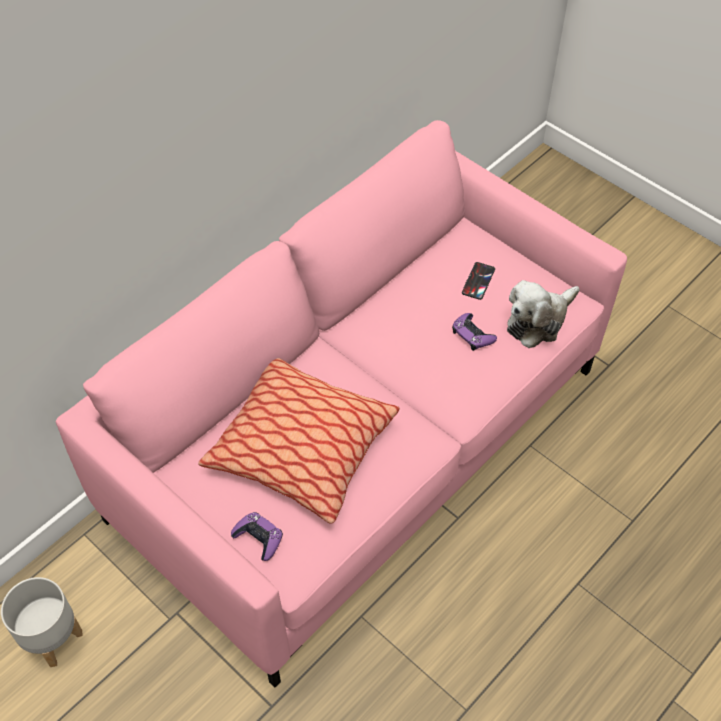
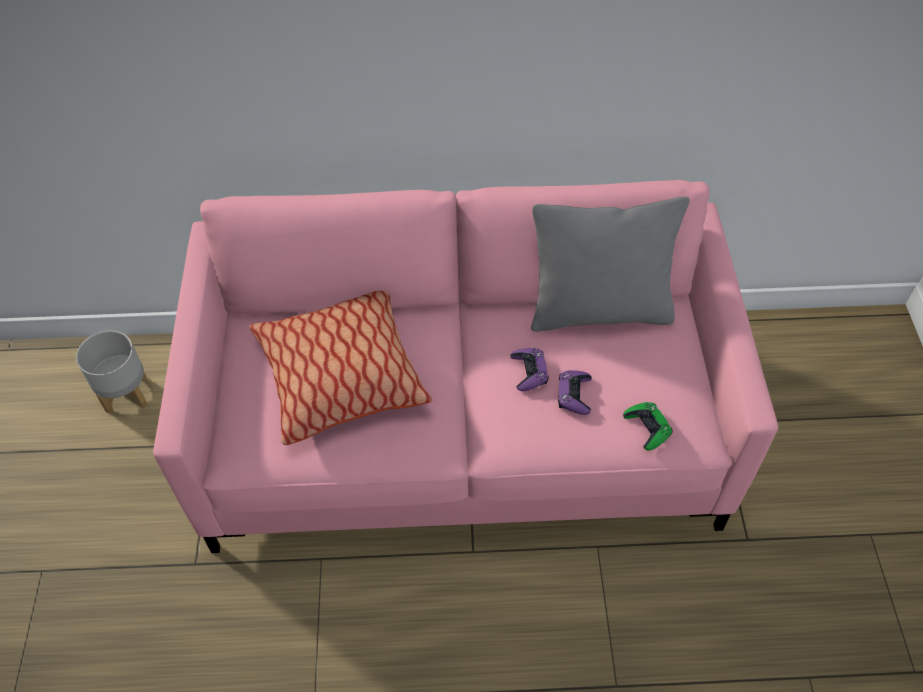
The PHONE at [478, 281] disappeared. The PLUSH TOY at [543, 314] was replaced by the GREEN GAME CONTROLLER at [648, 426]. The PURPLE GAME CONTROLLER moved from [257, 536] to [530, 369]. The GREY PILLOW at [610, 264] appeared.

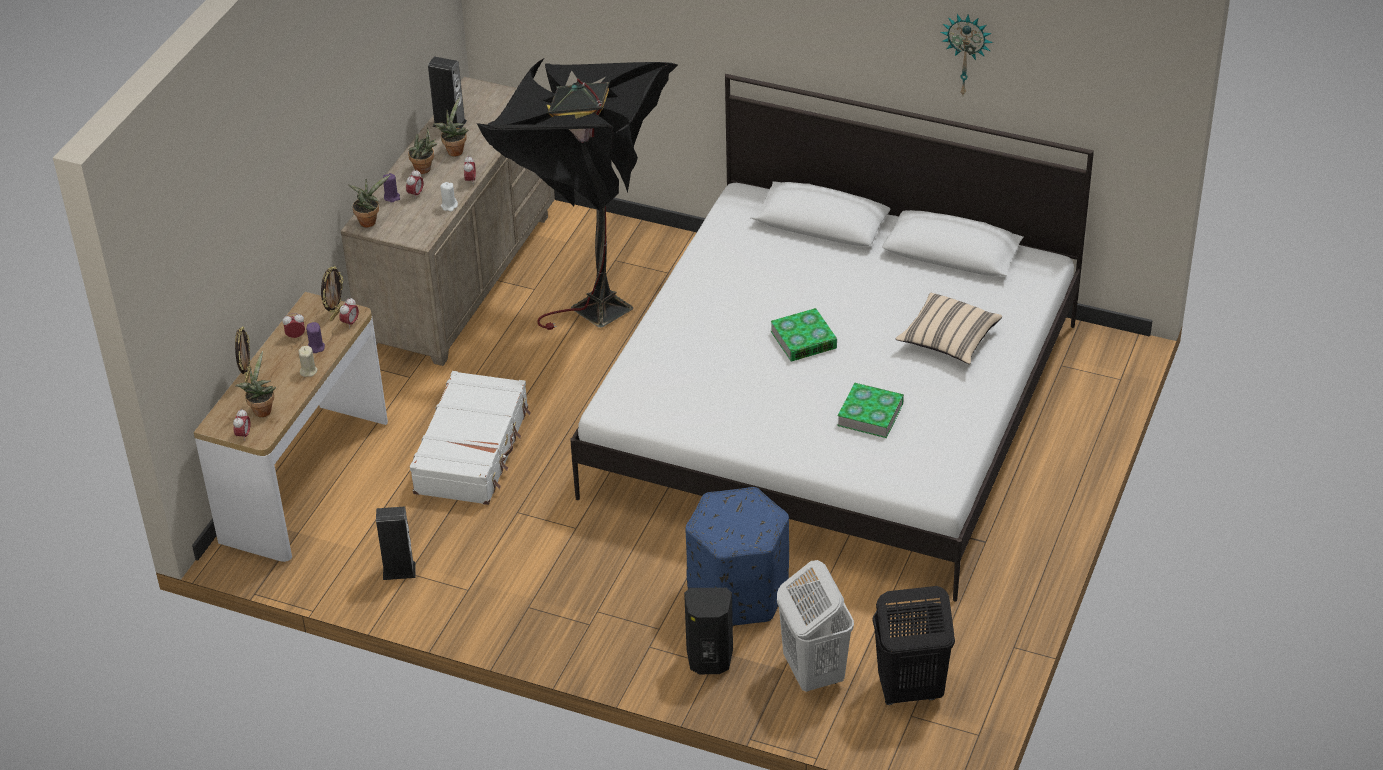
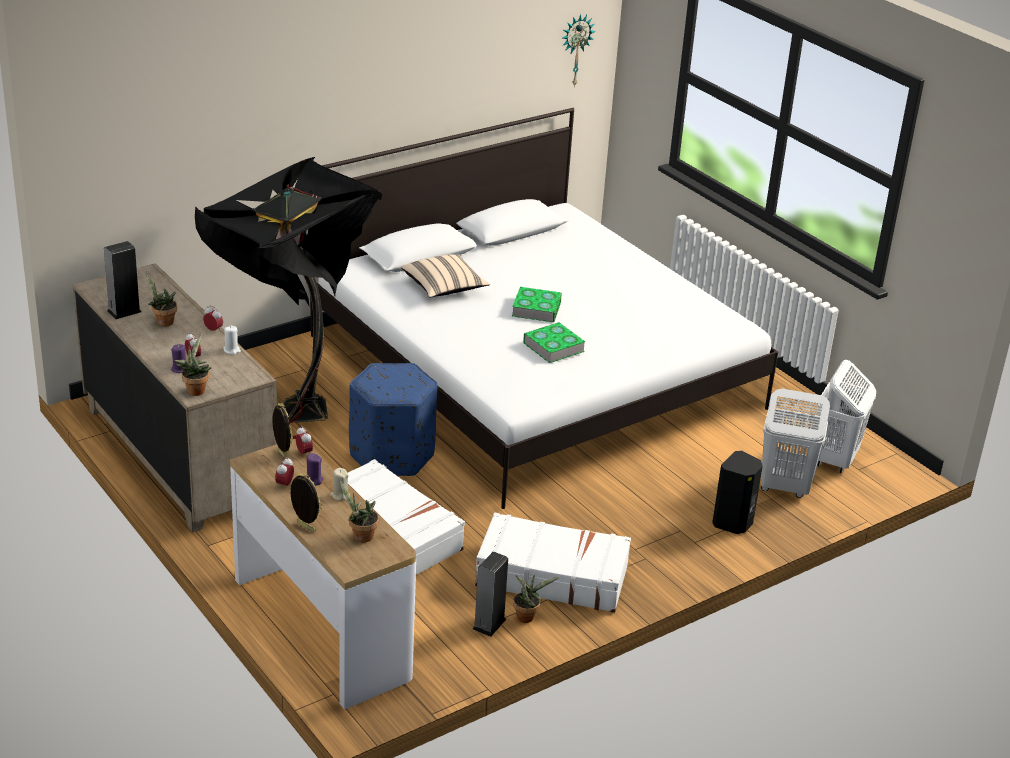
The WALL CLOCK moved from [966, 54] to [579, 50]. The POTTED PLANT moved from [422, 150] to [536, 598]. The BEIGE PILLOW moved from [949, 328] to [445, 276]. The BOOK moved from [870, 410] to [554, 342]. The ALARM CLOCK at [241, 424] disappeared. The BLUE OTTOMAN moved from [737, 556] to [393, 419]. The BLACK LAUNDRY BASKET at [913, 645] became the WHITE LAUNDRY BASKET at [846, 416]. The WHITE SUITCASE at [553, 563] appeared.

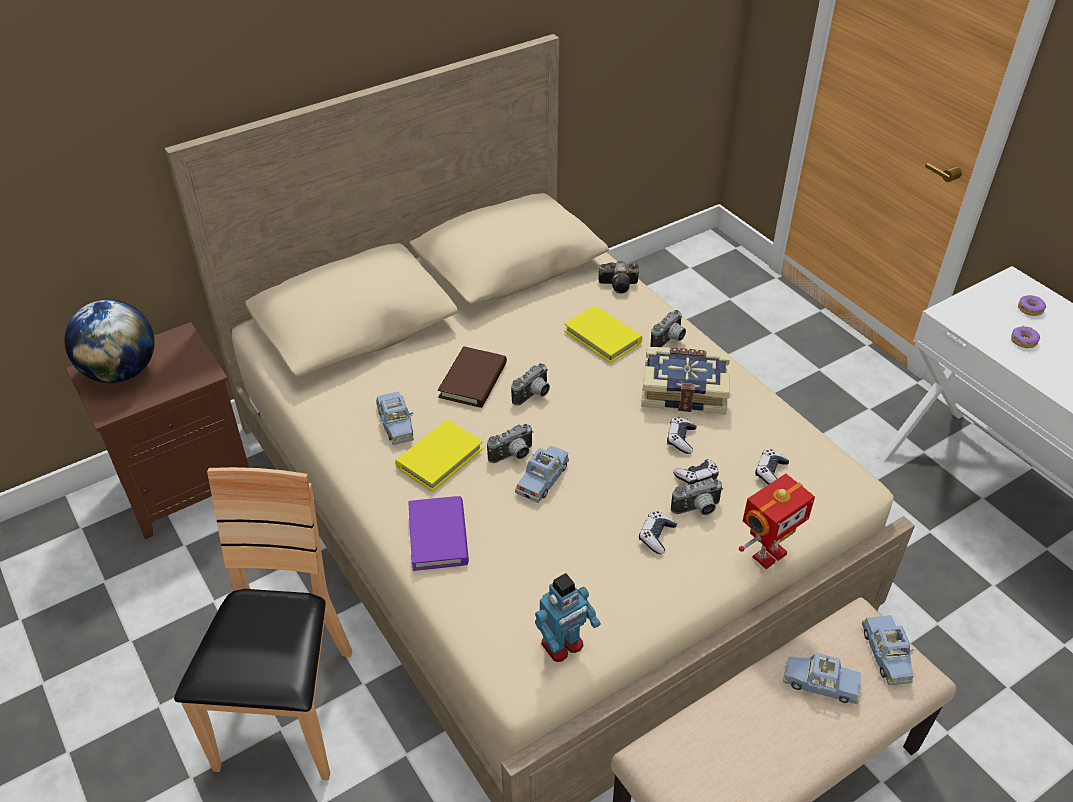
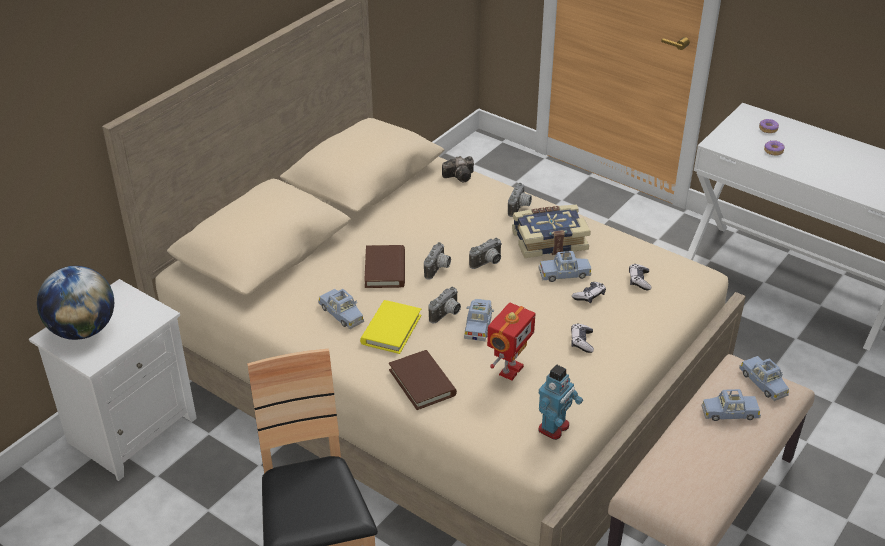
The YELLOW BOOK at [603, 334] disappeared. The BROWN NIGHTSTAND at [157, 431] became the WHITE NIGHTSTAND at [113, 380]. The GAME CONTROLLER at [682, 435] was replaced by the BLUE TOY CAR at [565, 266]. The TOY ROBOT moved from [777, 521] to [511, 341]. The PHOTO CAMERA moved from [697, 497] to [485, 253]. The PURPLE BOOK at [438, 533] became the BROWN BOOK at [423, 380].

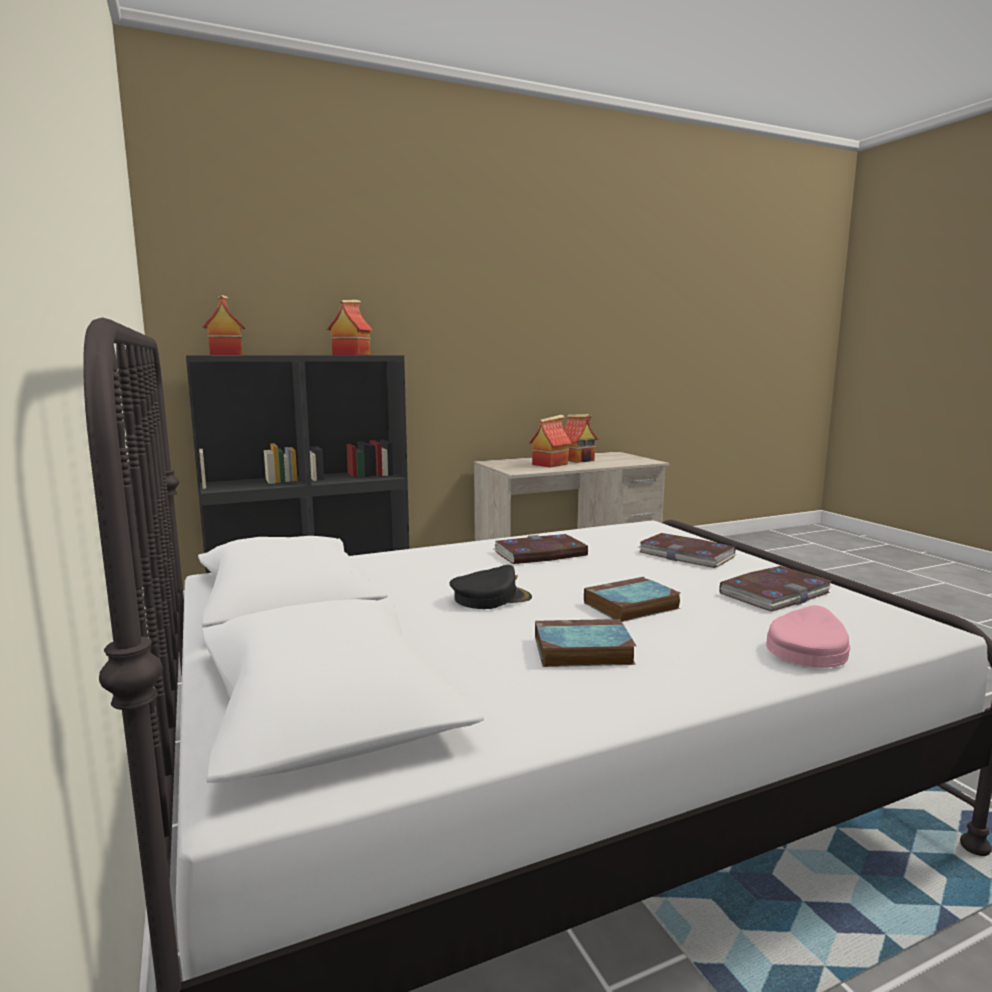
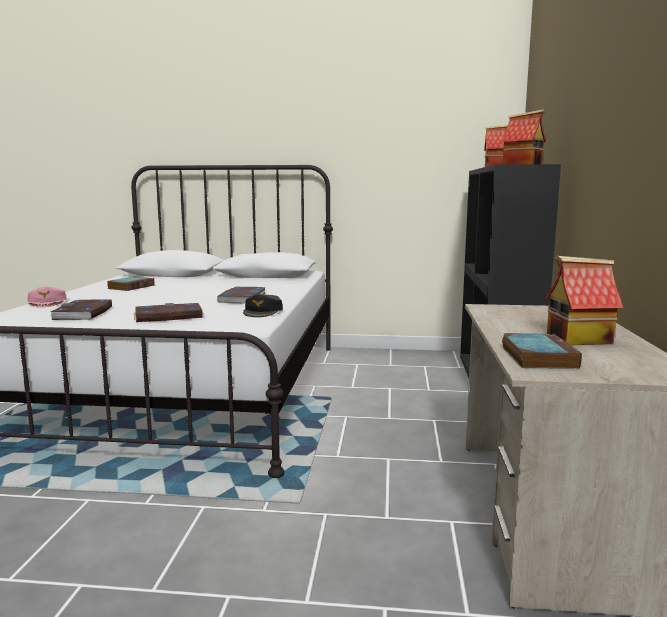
The TOY HOUSE at [550, 441] disappeared. The BLACK CAP moved from [490, 587] to [263, 306]. The BOOK moved from [632, 599] to [542, 351].

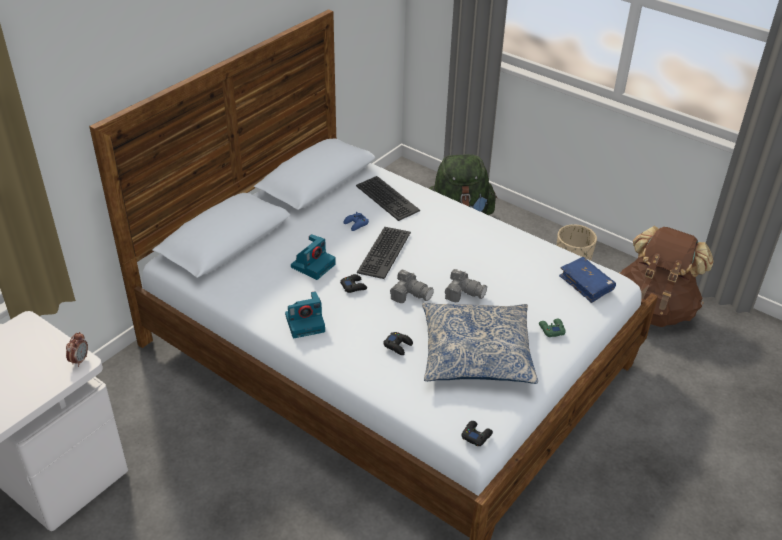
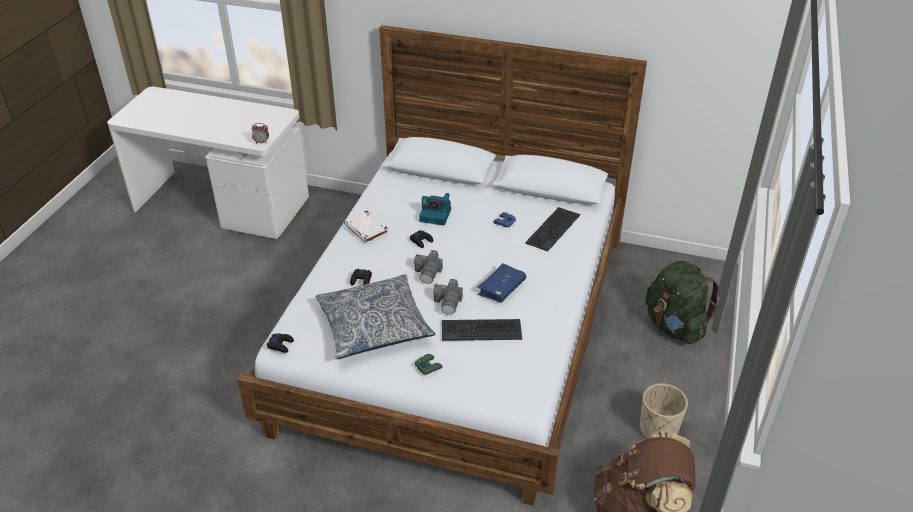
The KEYBOARD moved from [384, 253] to [482, 330]. The BLUE BOOK moved from [587, 280] to [501, 283]. The PHOTO CAMERA at [305, 315] was replaced by the WHITE BOOK at [366, 227].

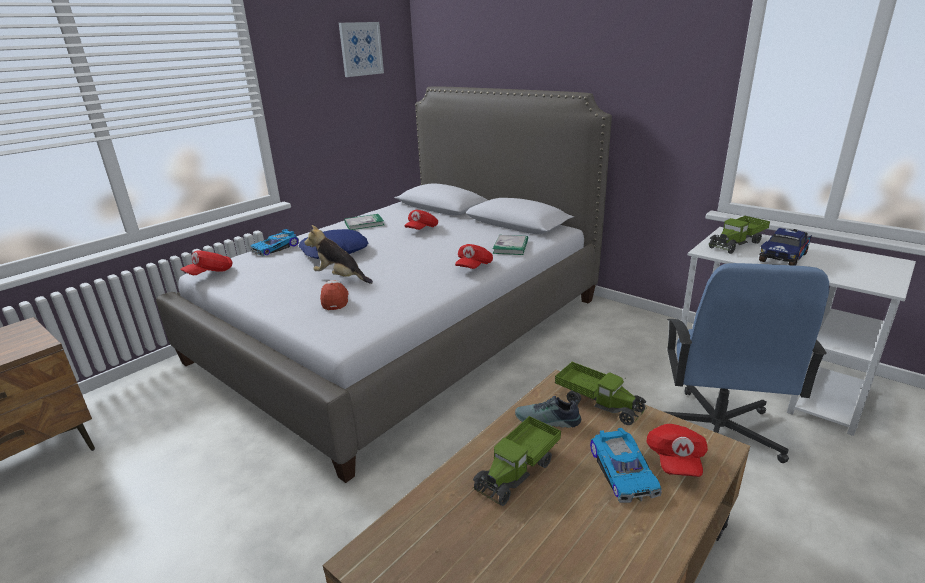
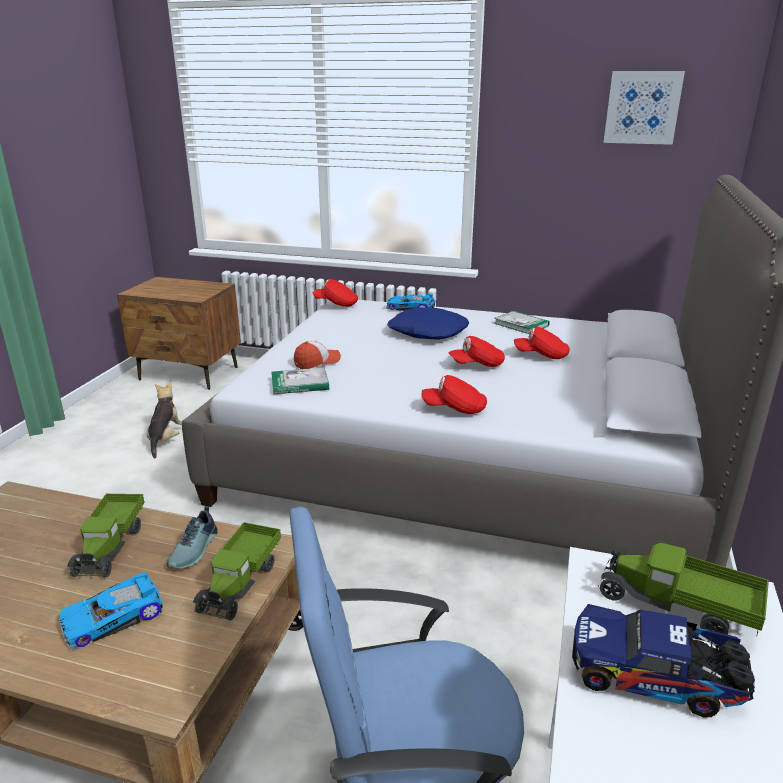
The PLUSH TOY moved from [338, 254] to [164, 420]. The BOOK moved from [510, 245] to [300, 380]. The SHOE at [548, 412] turned 150 degrees counterclockwise. The TOY TRUCK at [517, 461] turned 105 degrees counterclockwise. The RED CAP moved from [677, 450] to [476, 351].

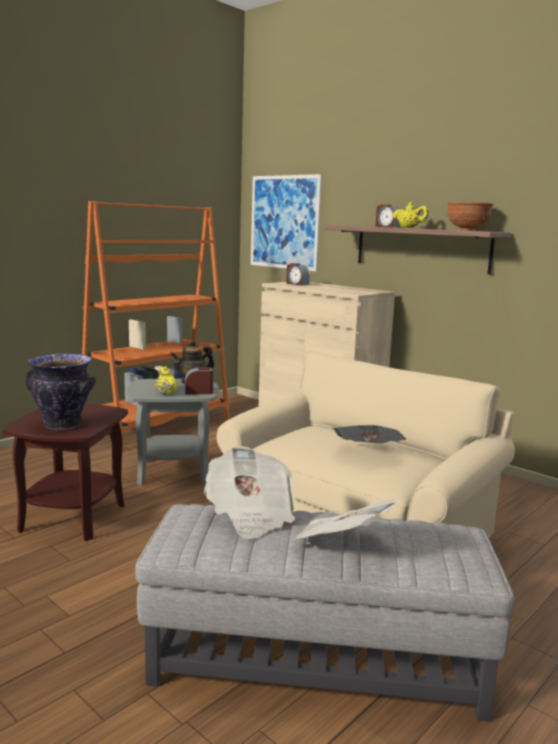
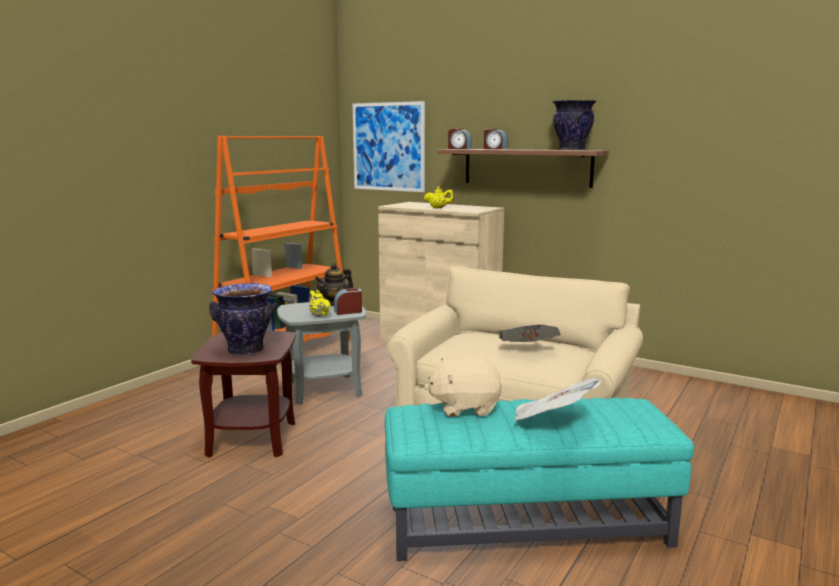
The YELLOW TEAPOT moved from [410, 215] to [439, 197]. The BROWN BOWL at [471, 216] was replaced by the VASE at [574, 125]. The ALARM CLOCK moved from [298, 274] to [460, 139]. The NEWSPAPER at [249, 492] was replaced by the BEIGE PLUSH TOY at [463, 387]. The GREY OTTOMAN at [325, 613] became the TURQUOISE OTTOMAN at [539, 479].

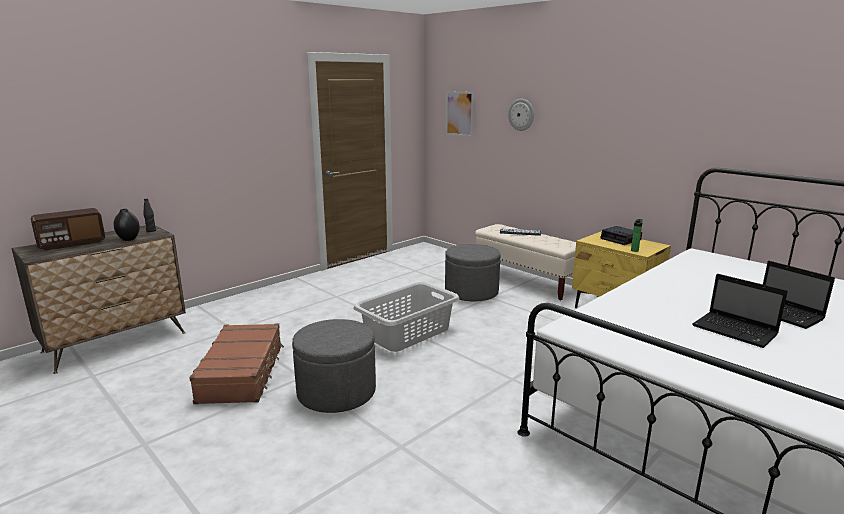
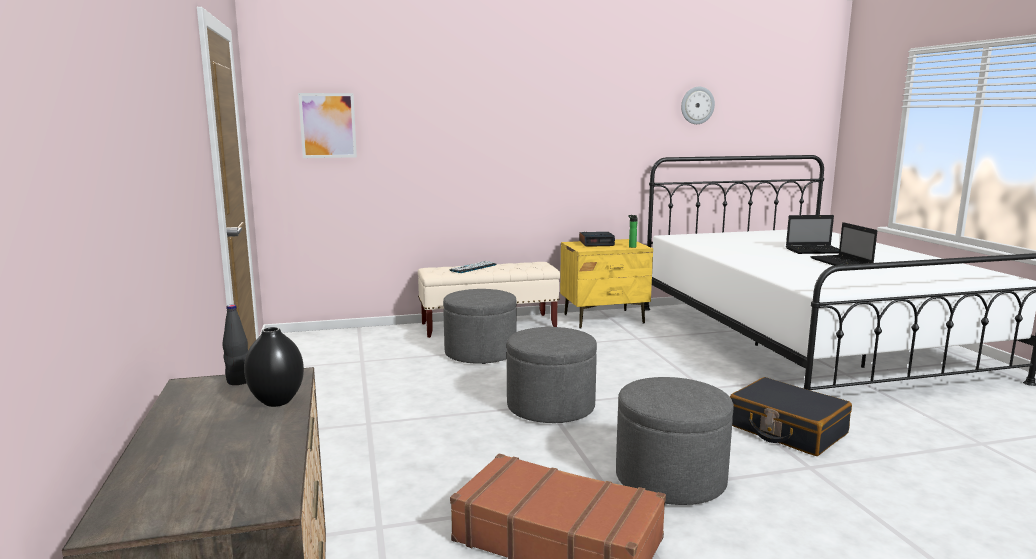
The WALL CLOCK moved from [521, 115] to [698, 105]. The RADIO at [68, 229] disappeared. The LAPTOP at [740, 311] turned 90 degrees clockwise. The GREY LAUNDRY BASKET at [407, 317] was replaced by the GREY OTTOMAN at [552, 375]. The BLACK SUITCASE at [791, 416] appeared.

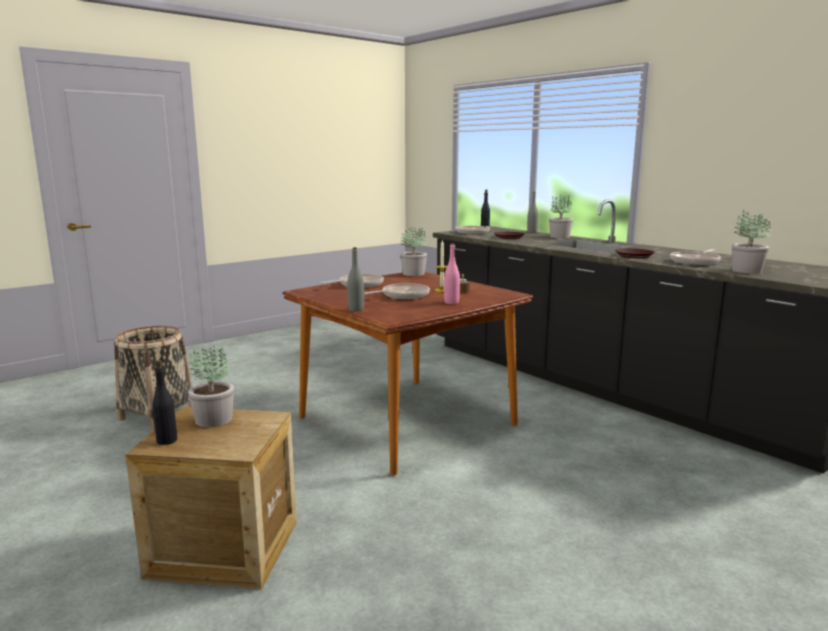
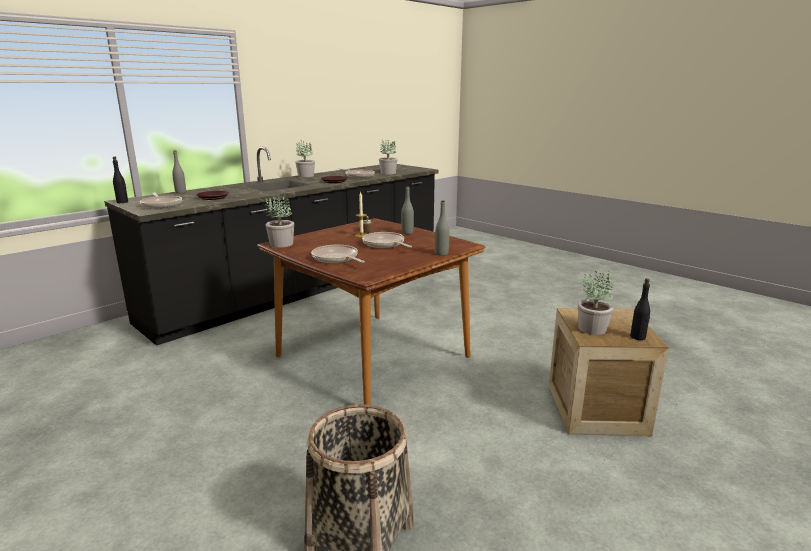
The POTTED PLANT moved from [561, 216] to [305, 159]. The PINK BOTTLE at [452, 273] became the GREY BOTTLE at [407, 210].

